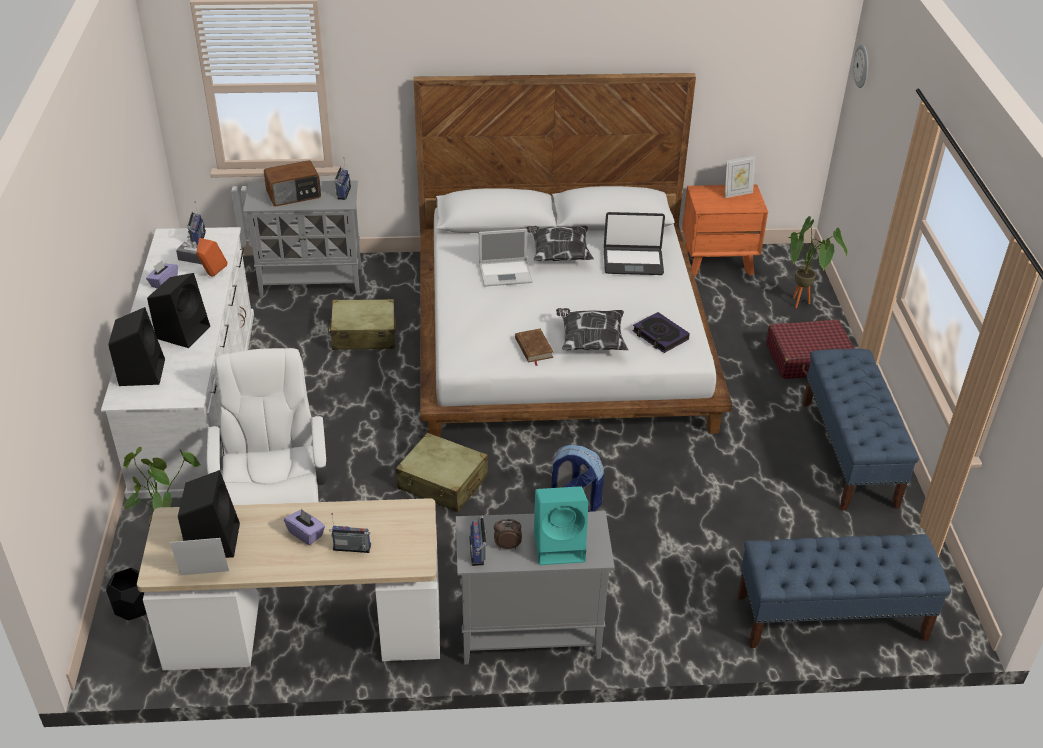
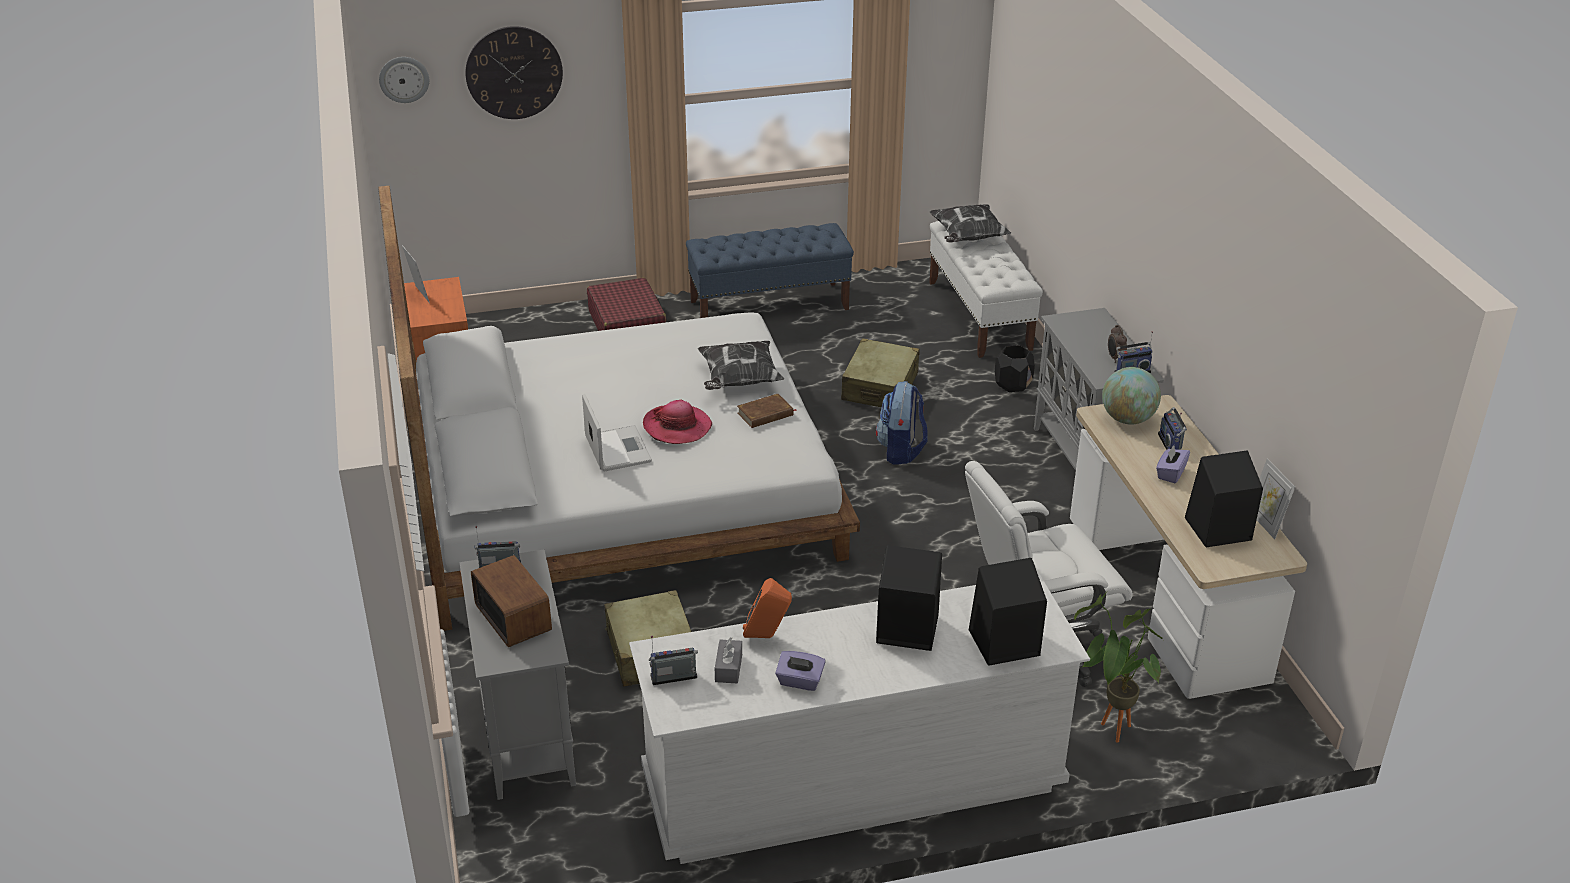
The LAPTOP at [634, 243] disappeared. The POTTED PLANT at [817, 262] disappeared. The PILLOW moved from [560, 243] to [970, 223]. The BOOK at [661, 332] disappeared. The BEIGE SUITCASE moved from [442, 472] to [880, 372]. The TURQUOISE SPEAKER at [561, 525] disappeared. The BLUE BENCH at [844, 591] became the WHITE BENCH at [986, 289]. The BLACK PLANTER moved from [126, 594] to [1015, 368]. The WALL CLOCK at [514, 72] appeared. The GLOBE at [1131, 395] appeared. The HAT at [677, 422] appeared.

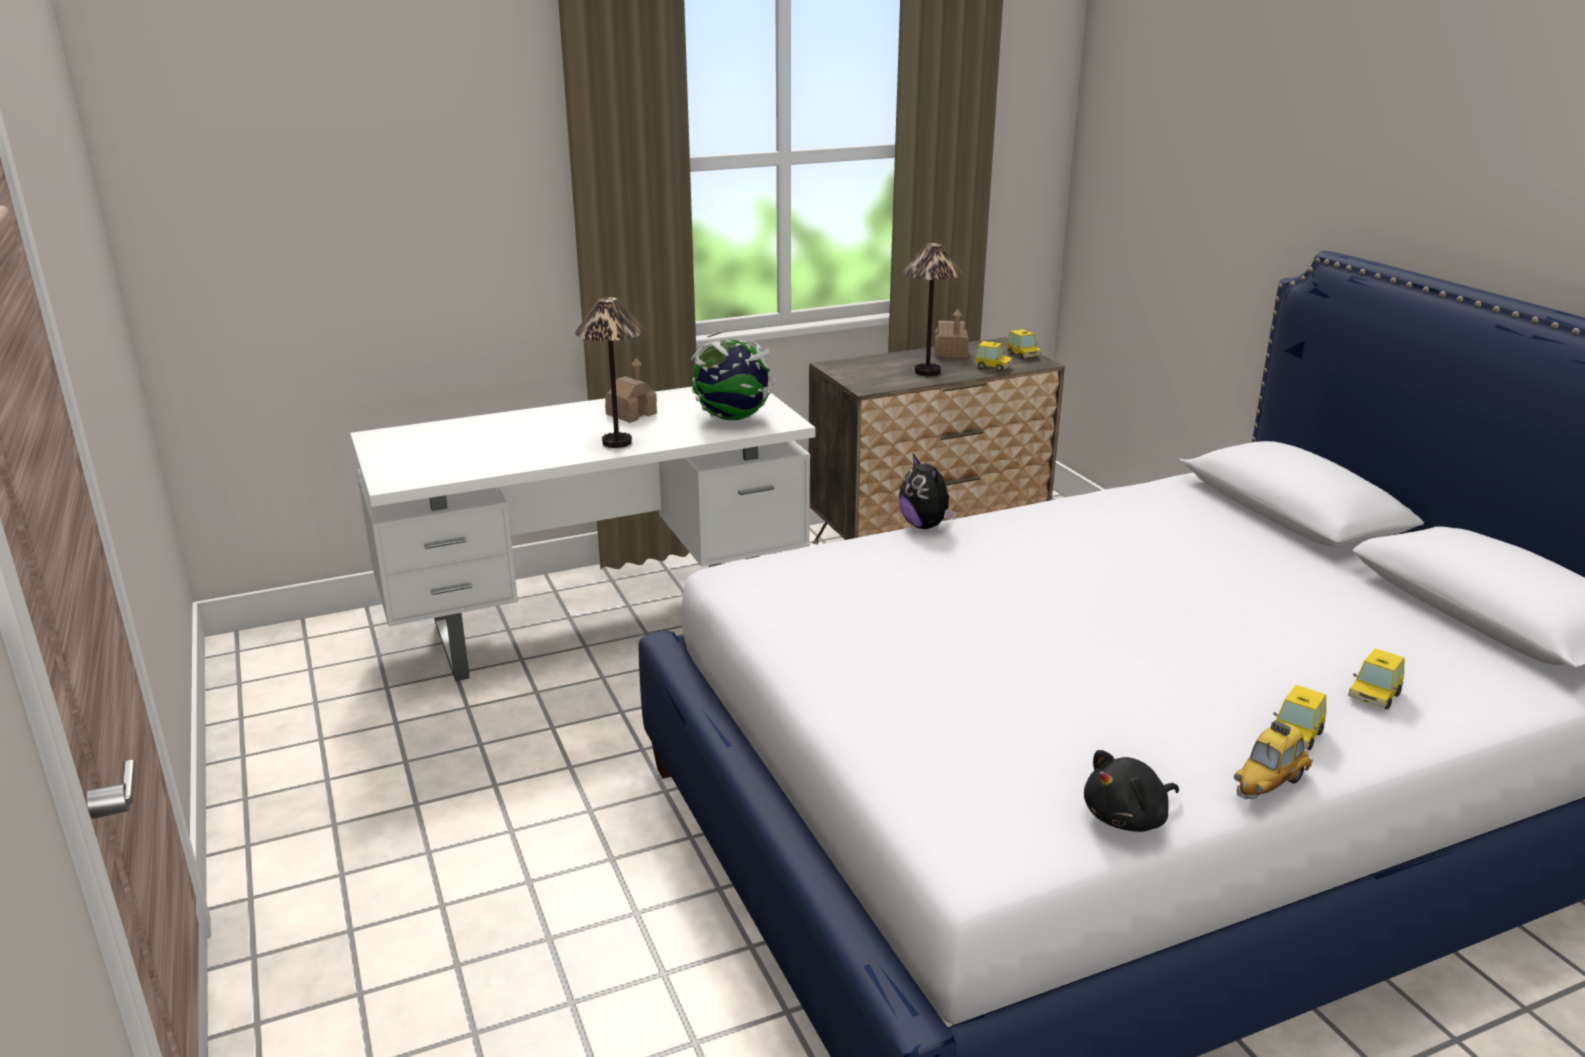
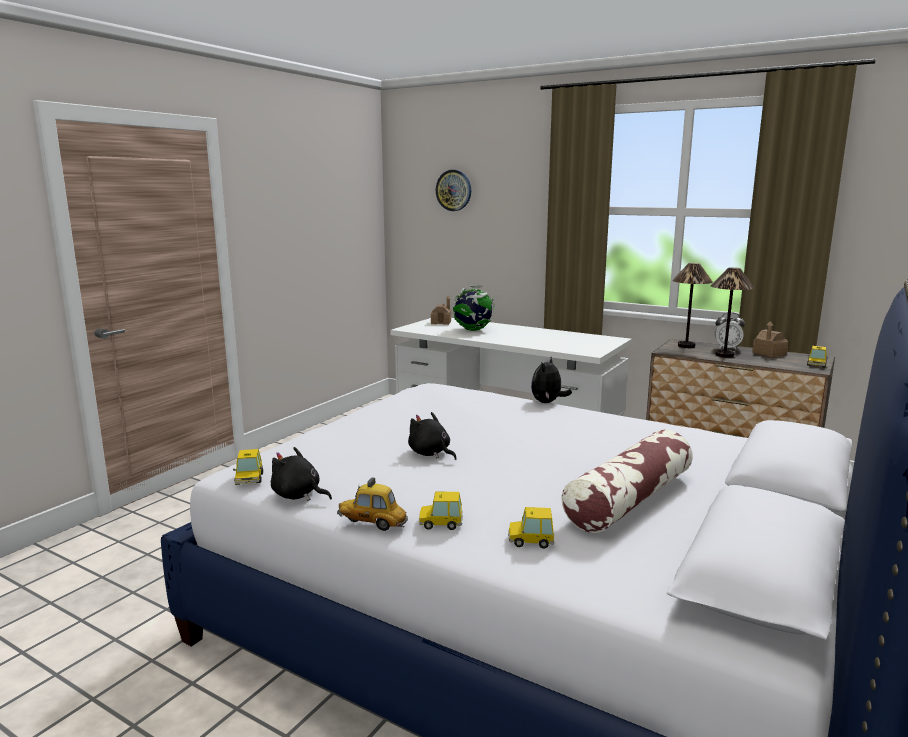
The TABLE LAMP moved from [610, 372] to [692, 305]. The GLOBE moved from [733, 375] to [473, 308]. The TOY CAR moved from [993, 356] to [248, 467]. The TOY HOUSE moved from [631, 390] to [441, 310]. The WALL CLOCK at [453, 190] appeared. The ALARM CLOCK at [730, 331] appeared. The BLACK PLUSH TOY at [432, 436] appeared. The PILLOW at [627, 481] appeared.

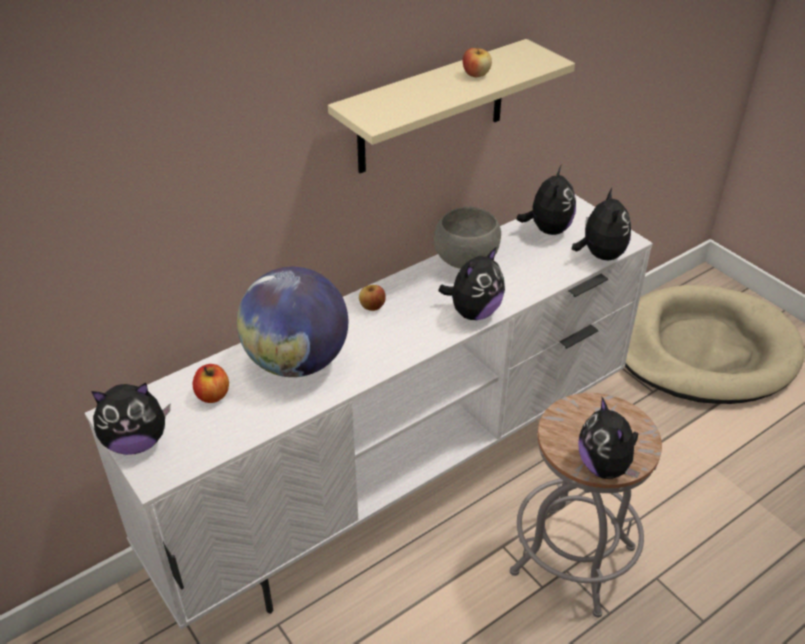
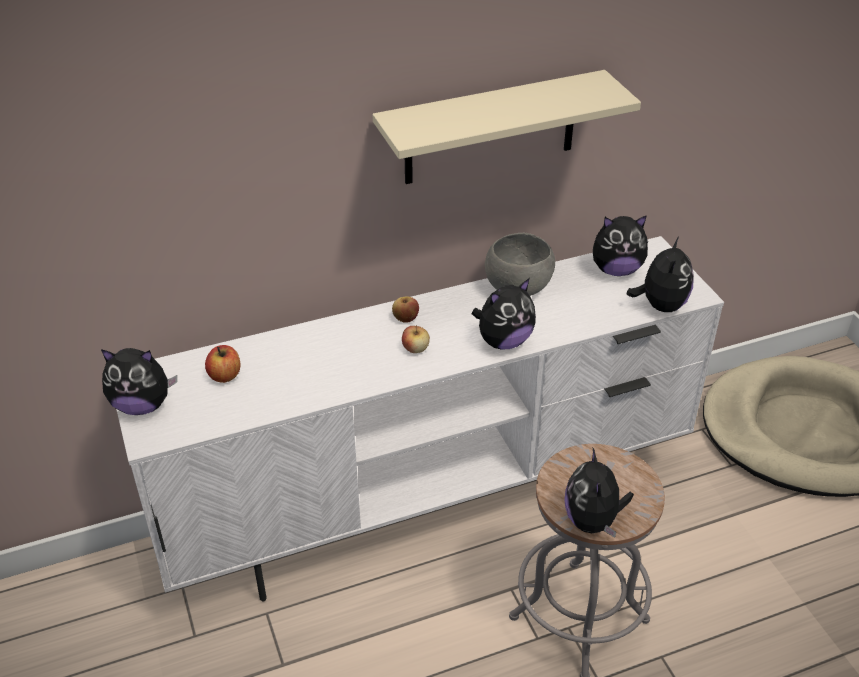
The APPLE moved from [477, 61] to [416, 339]. The PLUSH TOY at [546, 199] turned 60 degrees clockwise. The GLOBE at [292, 322] disappeared.

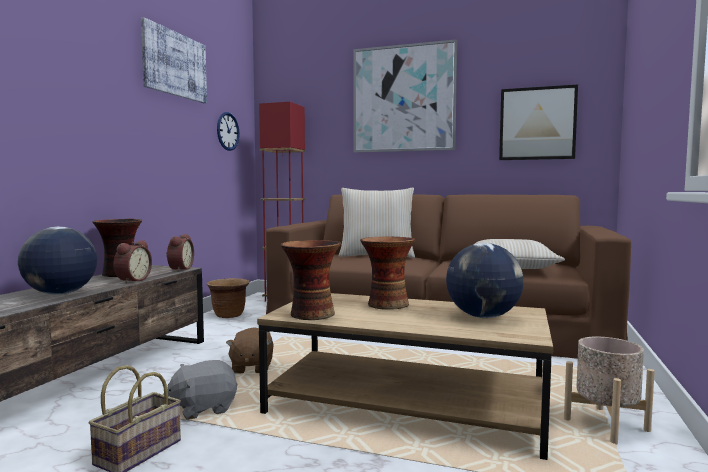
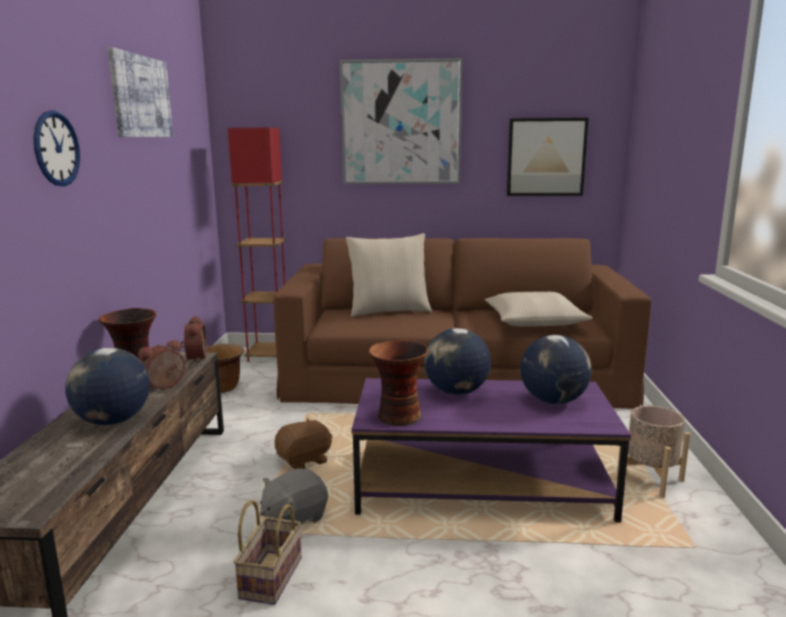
The WALL CLOCK moved from [228, 131] to [56, 148]. The VASE at [388, 273] was replaced by the GLOBE at [457, 361]. The ALARM CLOCK at [132, 261] turned 135 degrees counterclockwise. The BROWN COFFEE TABLE at [405, 376] became the PURPLE COFFEE TABLE at [491, 450]. The BROWN PLUSH TOY at [249, 350] turned 105 degrees counterclockwise.

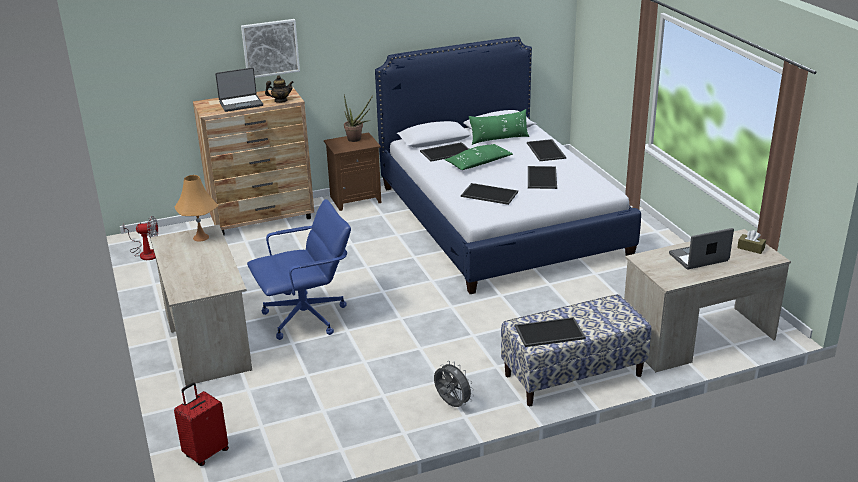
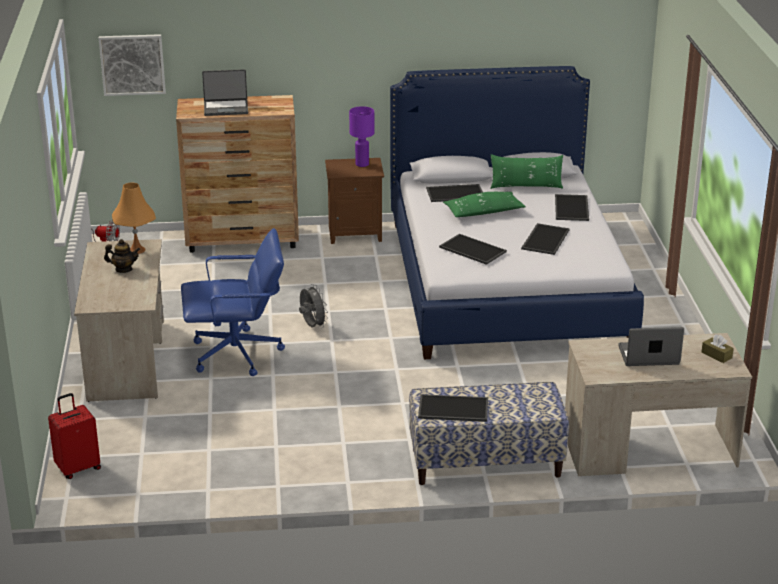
The PICTURE moved from [270, 48] to [132, 65]. The TEAPOT moved from [279, 89] to [122, 256]. The POTTED PLANT at [358, 118] was replaced by the PURPLE TABLE LAMP at [361, 136]. The GREY FAN moved from [454, 384] to [313, 306].

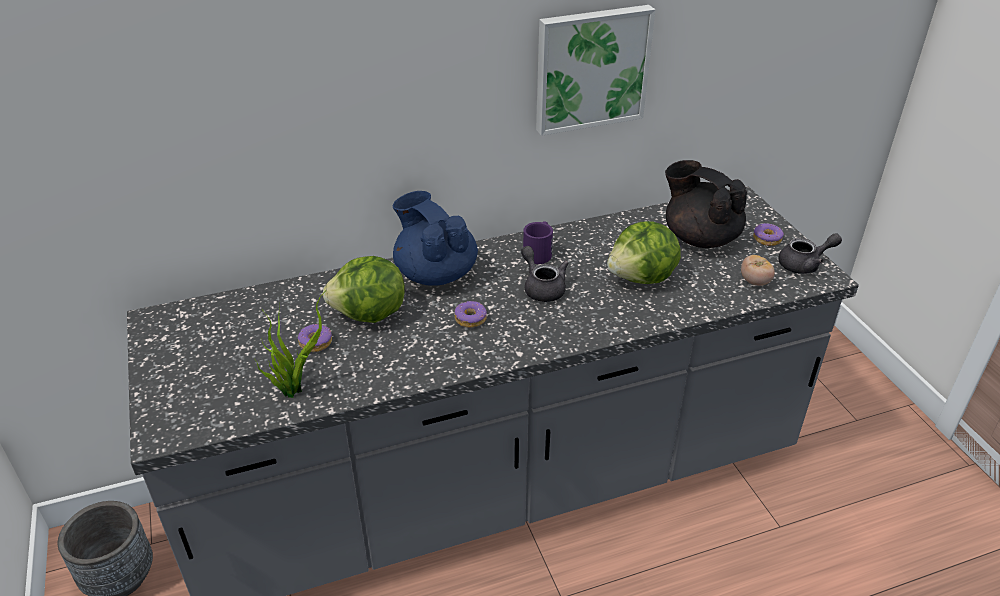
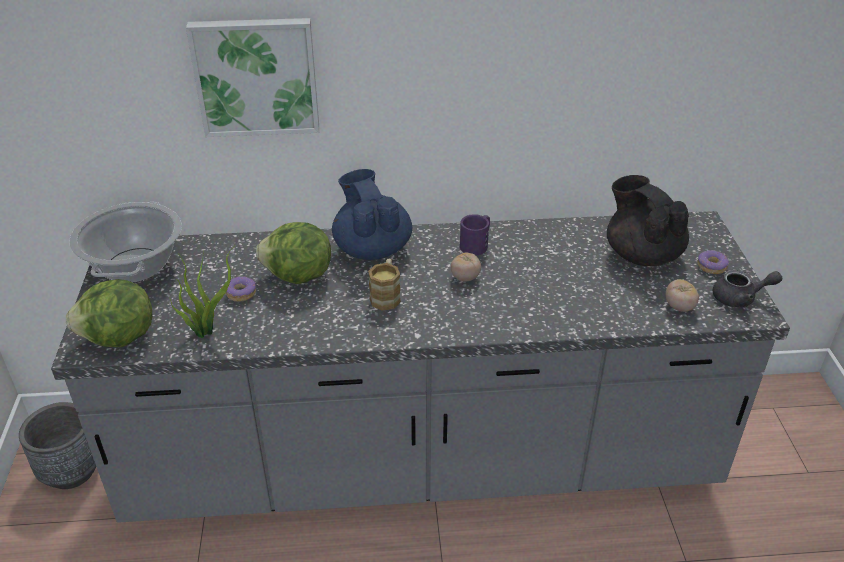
The PICTURE moved from [595, 70] to [252, 77]. The LETTUCE moved from [644, 252] to [109, 313]. The GREY TEAPOT at [545, 274] was replaced by the TOMATO at [466, 266]. The DONUT at [471, 314] was replaced by the MUG at [384, 285]. The COOKING POT at [125, 242] appeared.

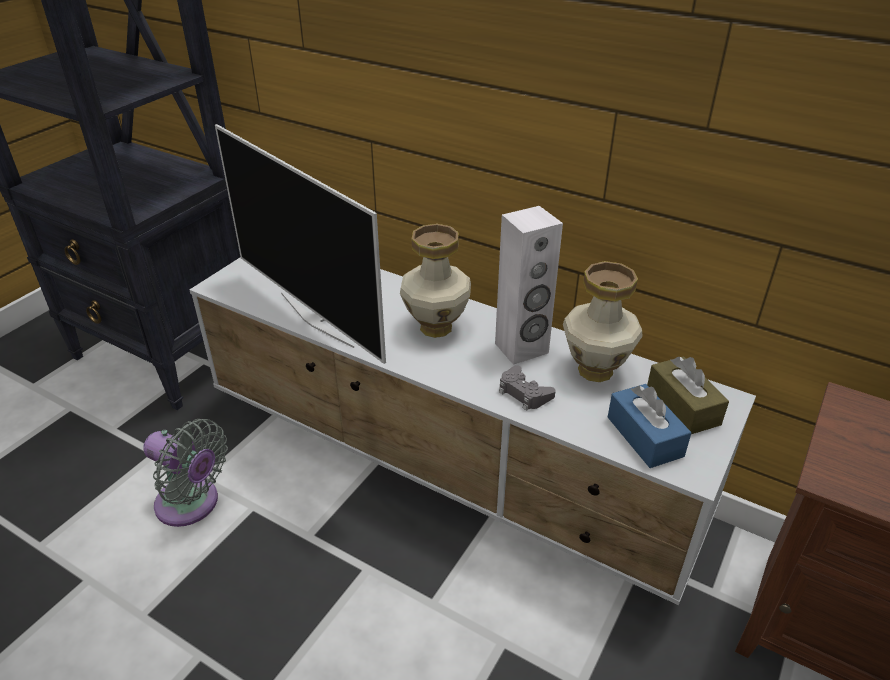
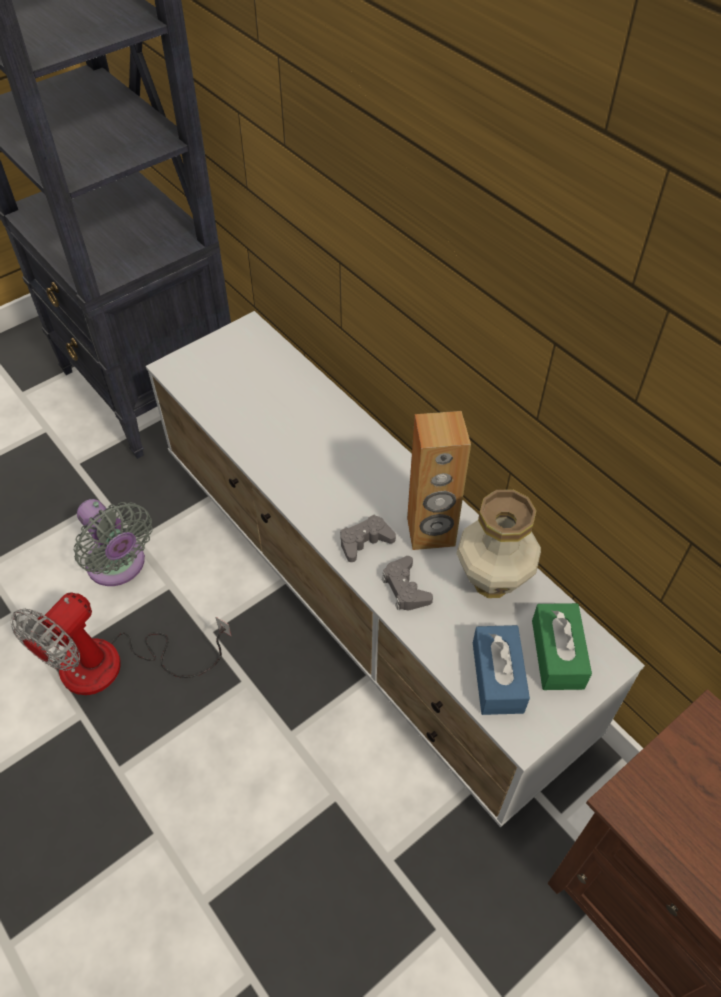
The TELEVISION at [300, 244] disappeared. The WHITE SPEAKER at [529, 285] became the BROWN SPEAKER at [439, 480]. The VASE at [435, 281] disappeared. The BROWN TISSUE BOX at [688, 395] became the GREEN TISSUE BOX at [562, 646]. The GREY GAME CONTROLLER at [368, 538] appeared. The FAN at [121, 644] appeared.

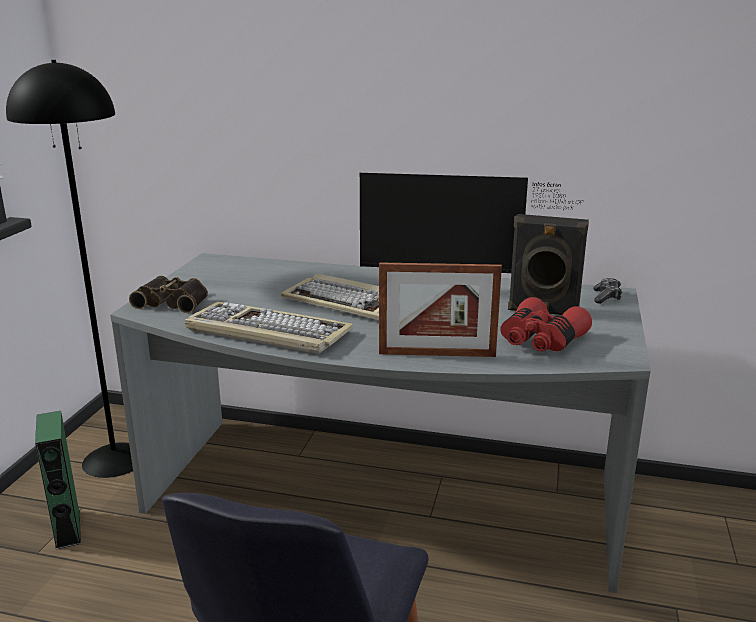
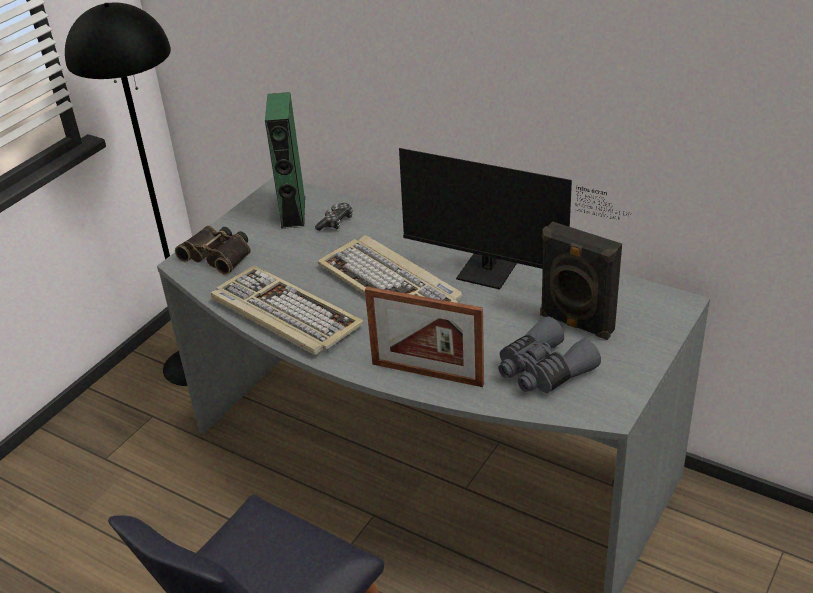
The GAME CONTROLLER moved from [608, 291] to [334, 217]. The RED BINOCULARS at [546, 324] became the GREY BINOCULARS at [549, 354]. The GREEN SPEAKER moved from [58, 480] to [285, 160].

